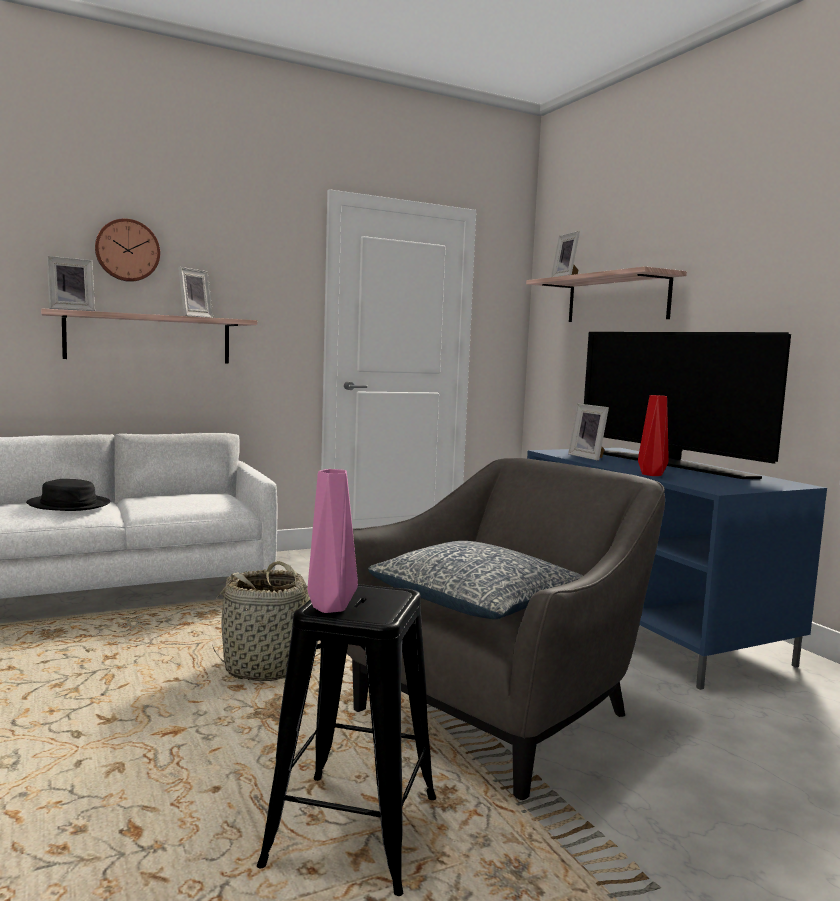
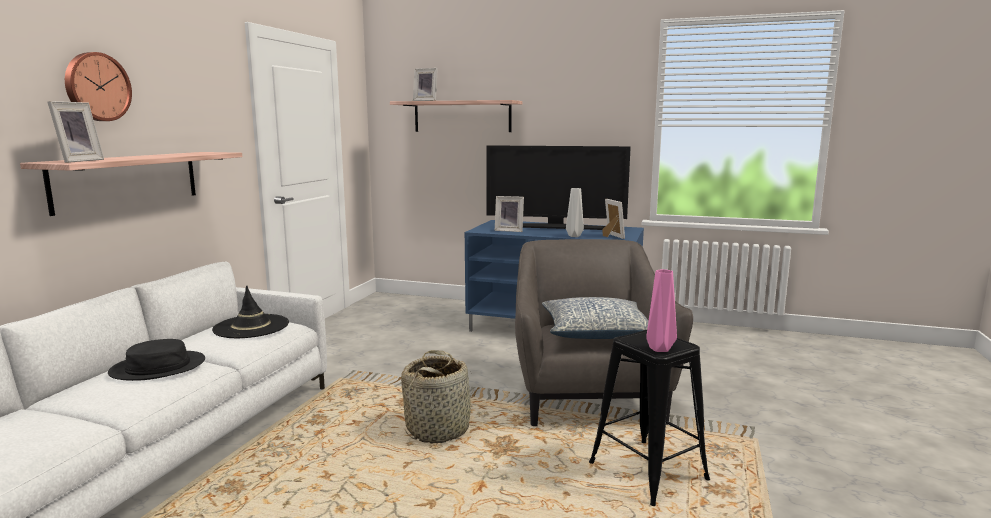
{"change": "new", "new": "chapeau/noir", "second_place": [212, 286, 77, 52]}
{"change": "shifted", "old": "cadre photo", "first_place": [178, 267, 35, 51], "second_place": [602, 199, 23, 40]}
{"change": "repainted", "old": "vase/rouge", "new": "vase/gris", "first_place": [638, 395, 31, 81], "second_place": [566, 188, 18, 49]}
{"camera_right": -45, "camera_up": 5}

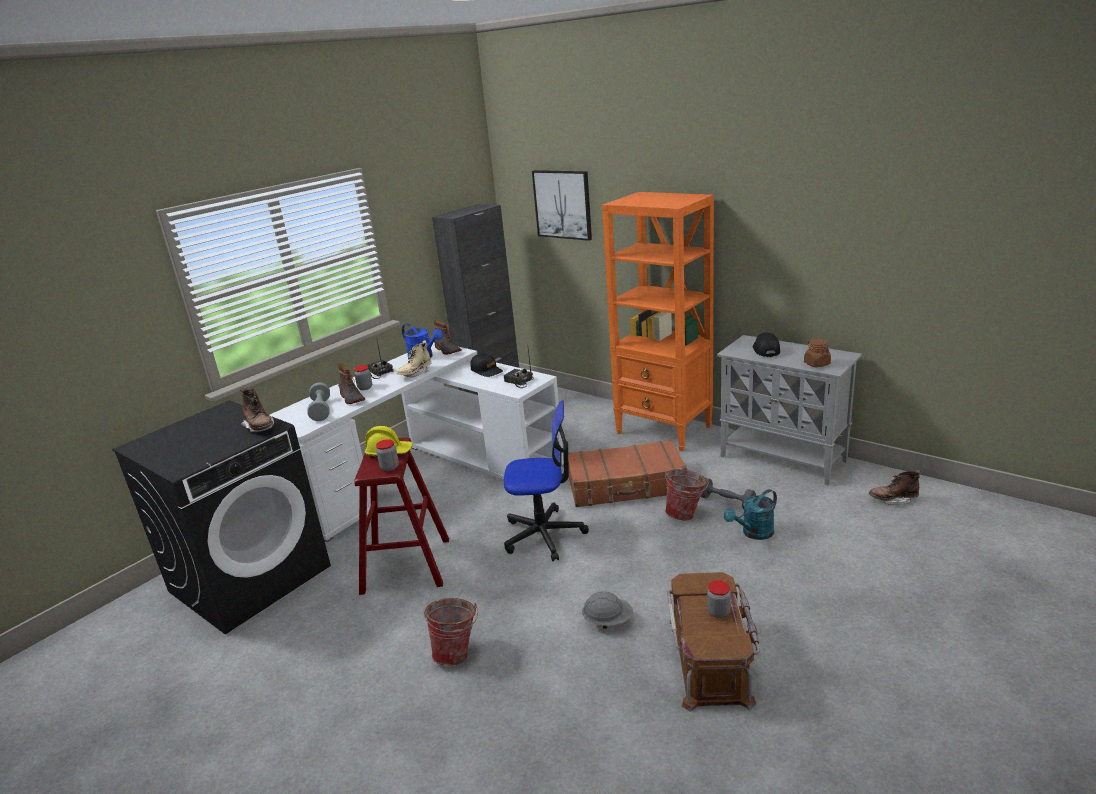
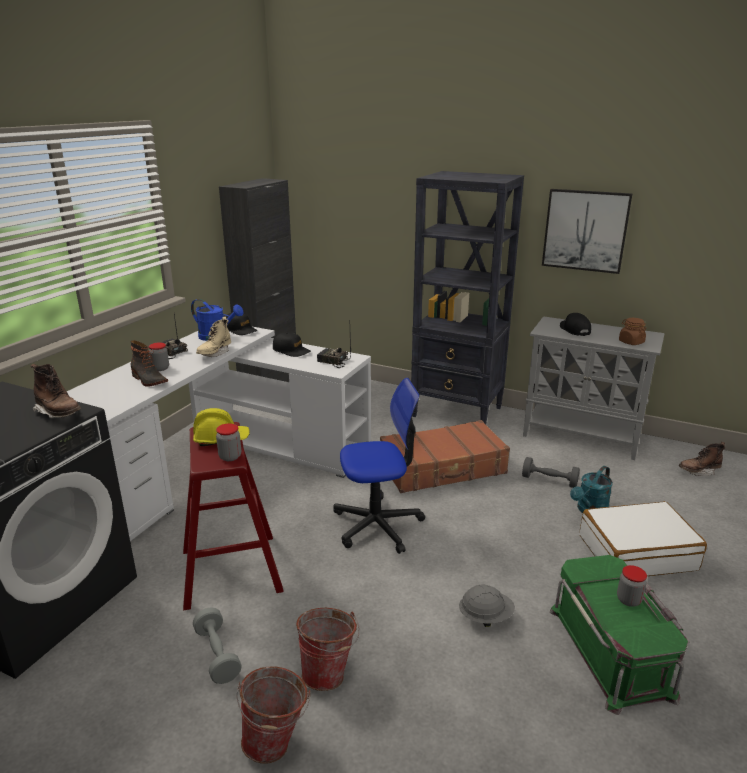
{"change": "new", "new": "valise/blanc", "second_place": [580, 501, 127, 75]}
{"change": "shifted", "old": "haltère/gris", "first_place": [307, 383, 23, 38], "second_place": [193, 607, 49, 77]}
{"change": "shifted", "old": "tableau", "first_place": [532, 170, 60, 71], "second_place": [542, 189, 90, 85]}
{"change": "shifted", "old": "seau", "first_place": [665, 469, 44, 51], "second_place": [237, 666, 73, 98]}
{"change": "swapped", "old": "botte", "new": "casquette/noir", "first_place": [434, 320, 28, 35], "second_place": [225, 312, 32, 23]}
{"change": "repainted", "old": "bibliothèque/orange", "new": "bibliothèque/noir", "first_place": [602, 192, 112, 259], "second_place": [411, 171, 113, 255]}
{"change": "repainted", "old": "boîte de rangement/marron", "new": "boîte de rangement/vert", "first_place": [667, 572, 93, 140], "second_place": [550, 555, 140, 160]}
{"camera_right": -15, "camera_up": 0}

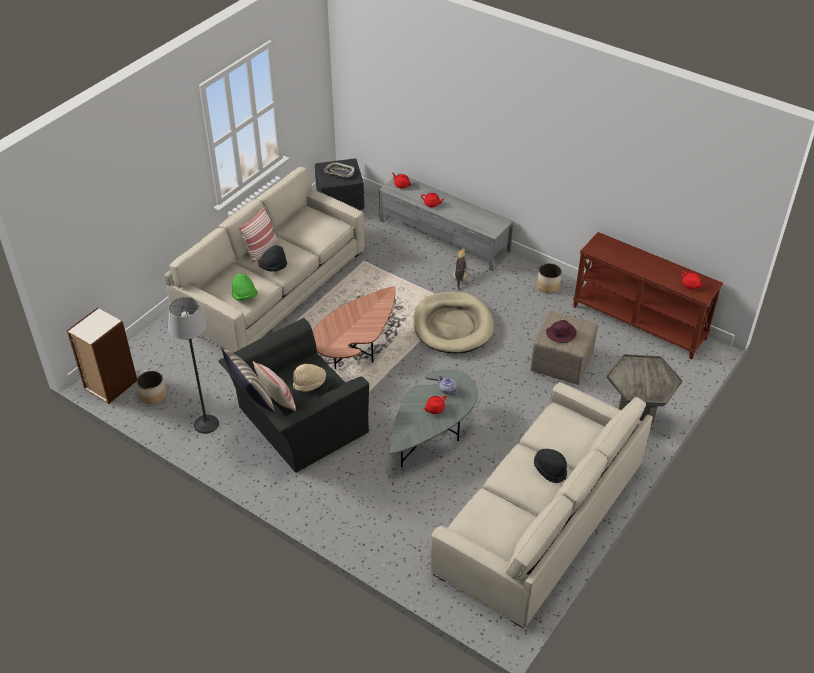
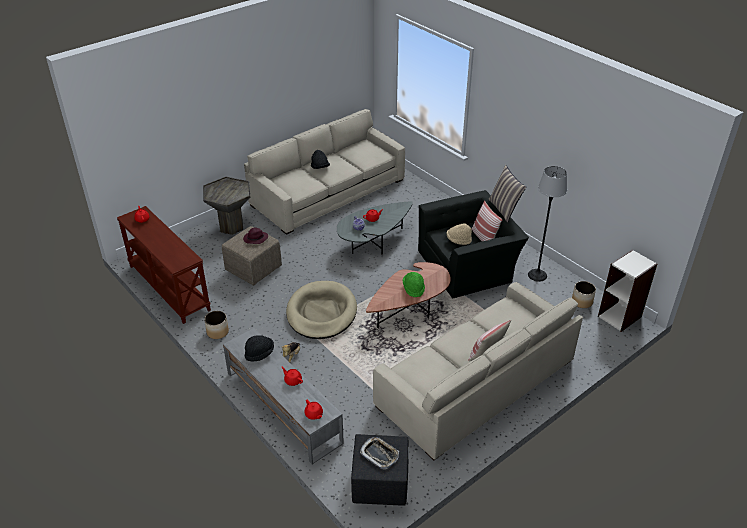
{"change": "shifted", "old": "chapeau/vert", "first_place": [232, 273, 26, 28], "second_place": [403, 272, 22, 25]}
{"change": "shifted", "old": "chapeau/noir", "first_place": [258, 245, 29, 27], "second_place": [245, 336, 29, 26]}
{"camera_right": -165, "camera_up": -5}

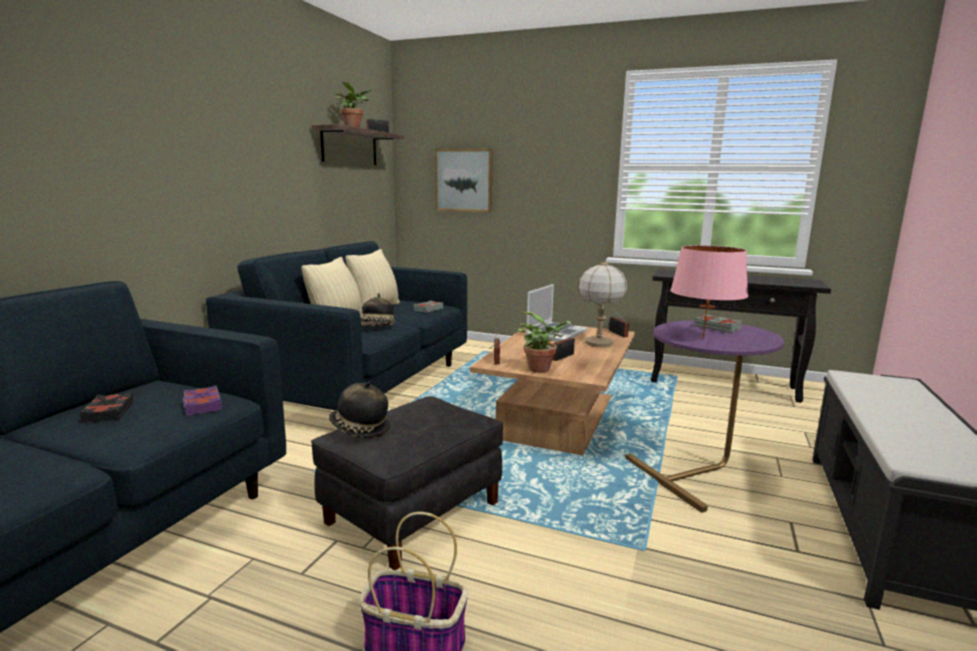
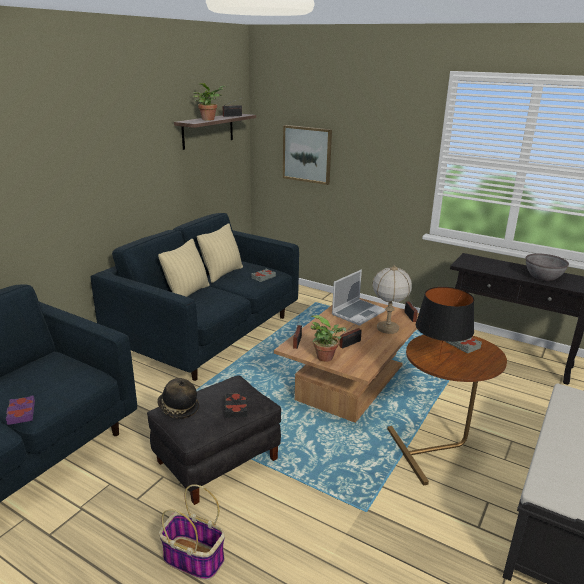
{"change": "gone", "old": "chapeau", "first_place": [361, 293, 36, 33]}
{"change": "new", "new": "bol/gris", "second_place": [526, 254, 43, 27]}
{"change": "shifted", "old": "livre/noir", "first_place": [79, 392, 55, 31], "second_place": [224, 392, 24, 26]}
{"change": "shifted", "old": "livre/violet", "first_place": [183, 385, 39, 30], "second_place": [6, 395, 29, 30]}
{"change": "repainted", "old": "table d'appoint/violet", "new": "table d'appoint/marron", "first_place": [625, 320, 159, 193], "second_place": [387, 335, 120, 151]}
{"change": "repainted", "old": "lampe de table/rose", "new": "lampe de table/noir", "first_place": [670, 245, 78, 94], "second_place": [416, 287, 58, 73]}
{"camera_right": 10, "camera_up": 10}

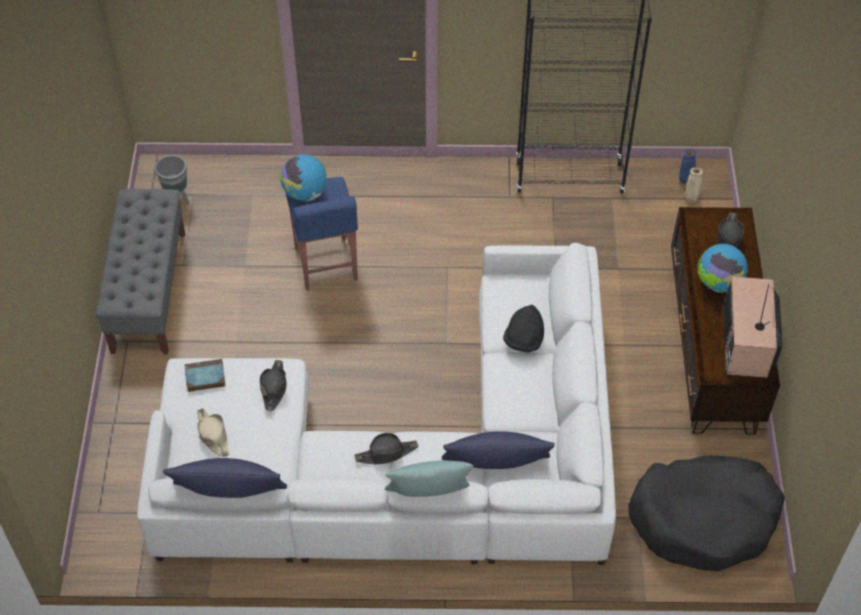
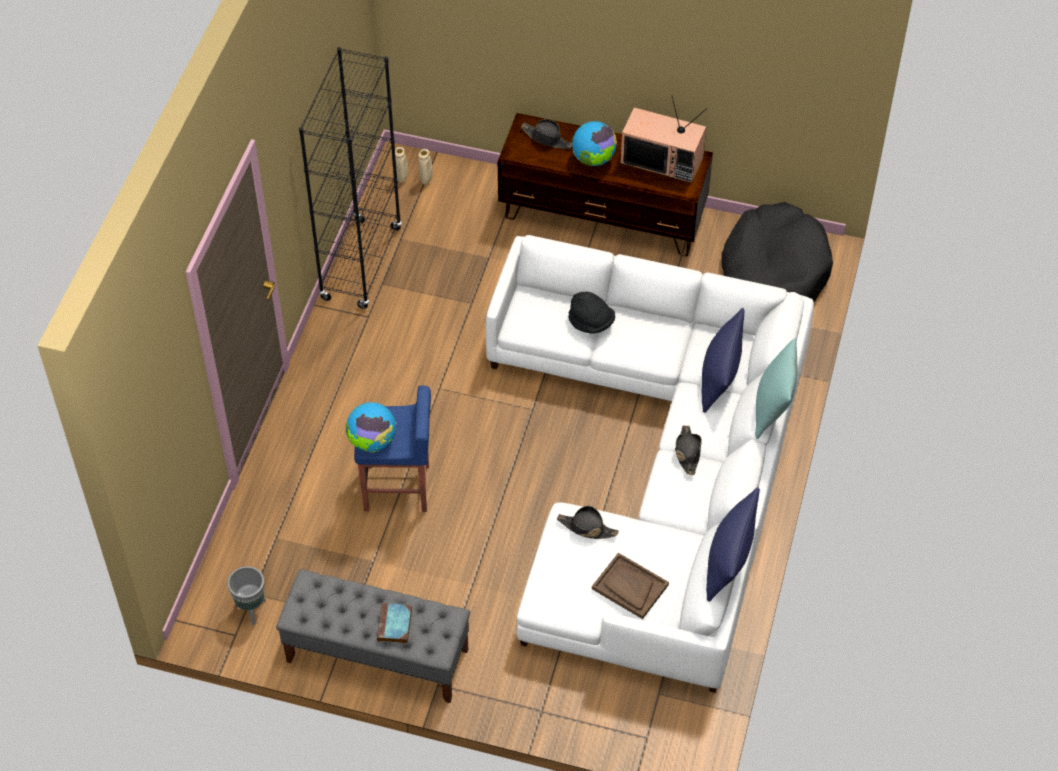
{"change": "shifted", "old": "livre", "first_place": [184, 359, 42, 33], "second_place": [377, 603, 35, 41]}
{"change": "swapped", "old": "chapeau/beige", "new": "plateau/marron", "first_place": [197, 408, 32, 49], "second_place": [592, 553, 77, 66]}
{"change": "repainted", "old": "vase/bleu", "new": "vase/beige", "first_place": [679, 150, 17, 34], "second_place": [395, 147, 13, 36]}
{"camera_right": -75, "camera_up": 0}

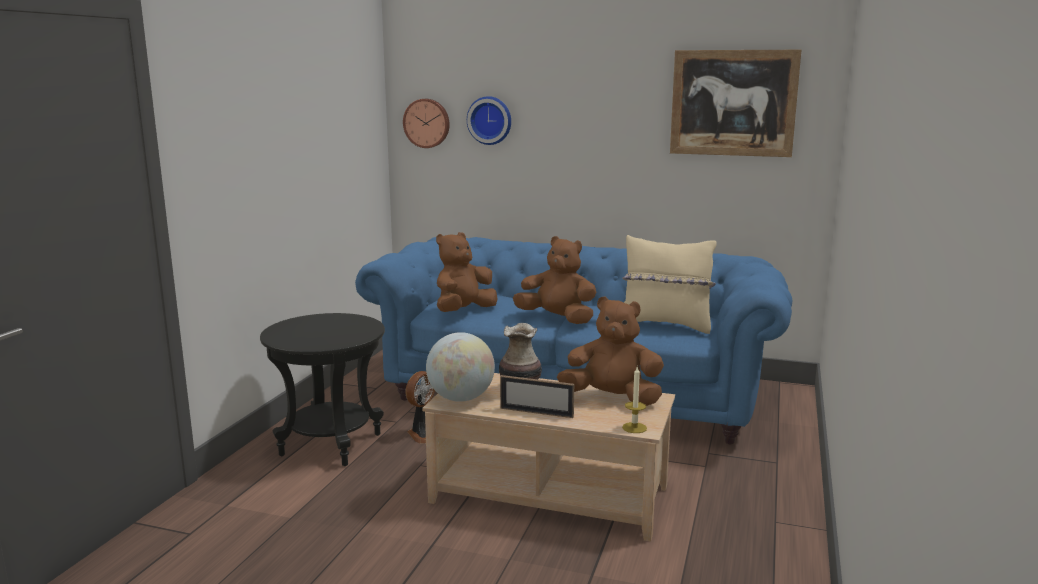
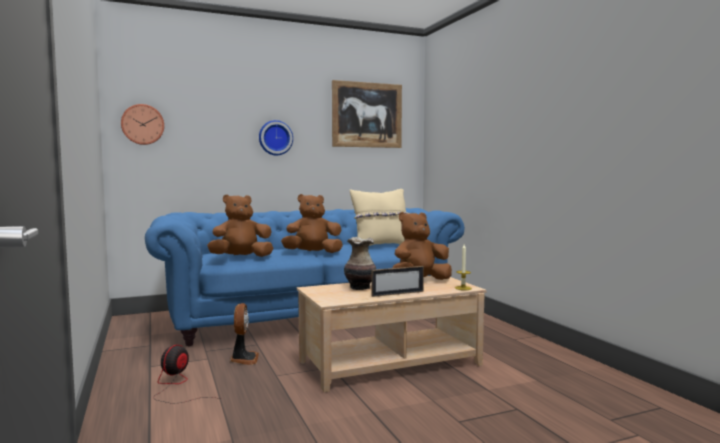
{"change": "gone", "old": "globe", "first_place": [426, 332, 69, 70]}
{"change": "shifted", "old": "horloge murale", "first_place": [467, 96, 44, 49], "second_place": [259, 120, 34, 35]}
{"change": "swapped", "old": "table d'appoint/noir", "new": "ventilateur", "first_place": [260, 313, 125, 153], "second_place": [155, 345, 65, 59]}
{"change": "rotated", "old": "peluche/marron", "first_place": [436, 232, 62, 80], "second_place": [207, 194, 66, 63], "degrees": 60}
{"camera_right": -40, "camera_up": -10}

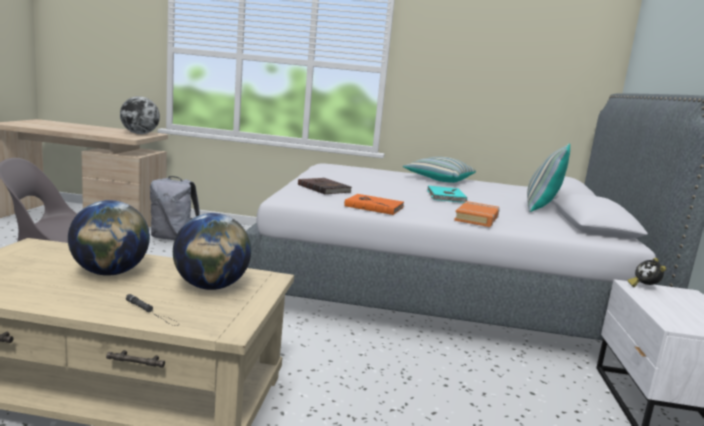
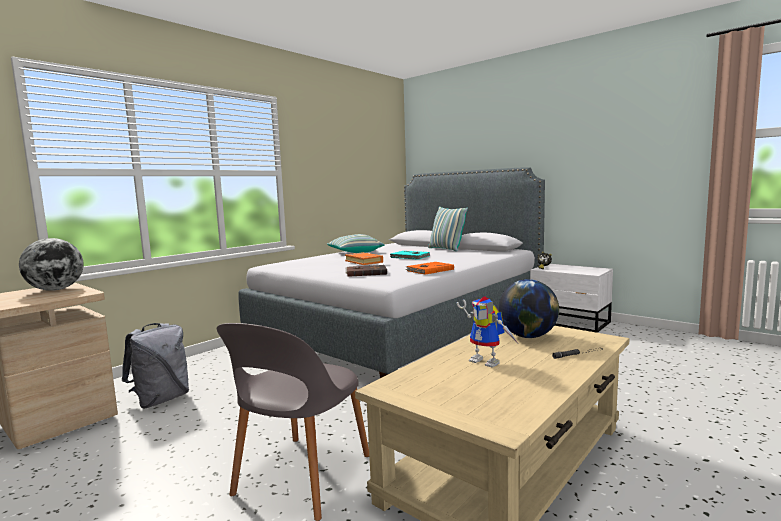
{"change": "shifted", "old": "livre/orange", "first_place": [454, 201, 46, 26], "second_place": [345, 252, 38, 13]}
{"change": "swapped", "old": "globe", "new": "robot jouet", "first_place": [68, 200, 82, 76], "second_place": [457, 296, 61, 72]}
{"camera_right": -55, "camera_up": -5}

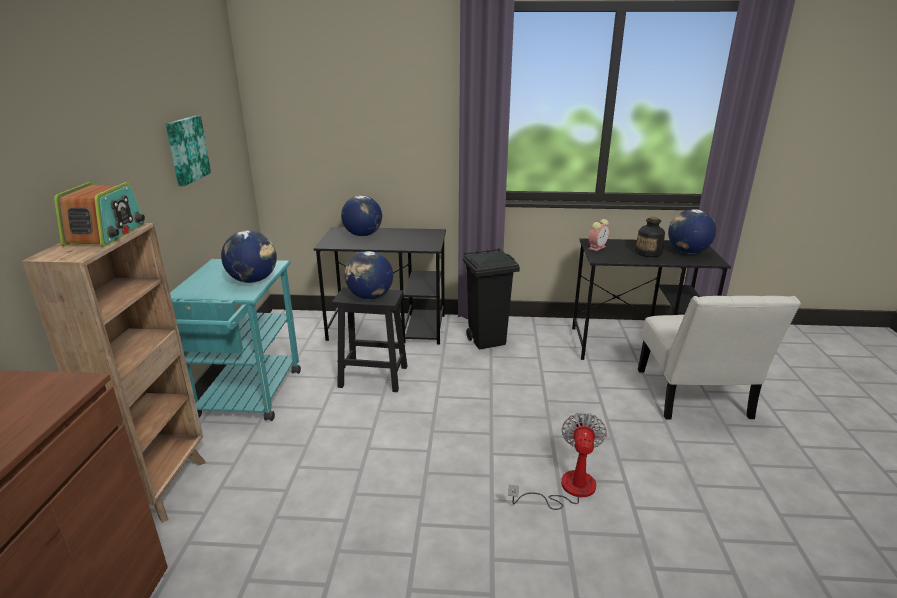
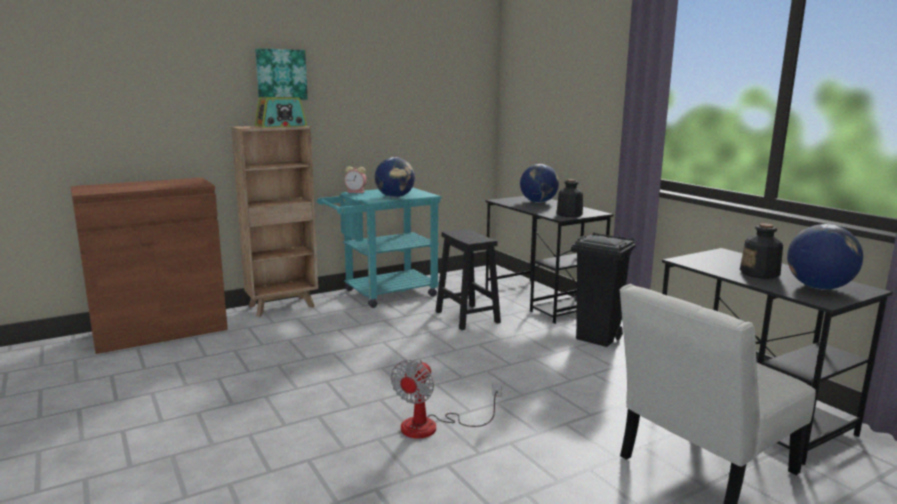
{"change": "gone", "old": "globe", "first_place": [345, 251, 48, 49]}
{"change": "new", "new": "bouteille", "second_place": [557, 179, 26, 38]}
{"change": "shifted", "old": "tableau", "first_place": [166, 116, 45, 70], "second_place": [255, 48, 53, 52]}
{"change": "shifted", "old": "réveil", "first_place": [589, 219, 20, 32], "second_place": [344, 166, 23, 27]}
{"change": "rotated", "old": "ventilateur", "first_place": [508, 413, 99, 97], "second_place": [391, 360, 111, 78], "degrees": 135}
{"camera_right": 55, "camera_up": -10}

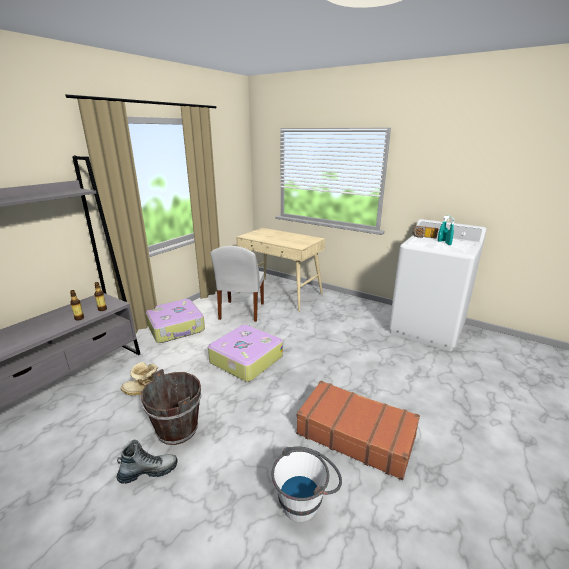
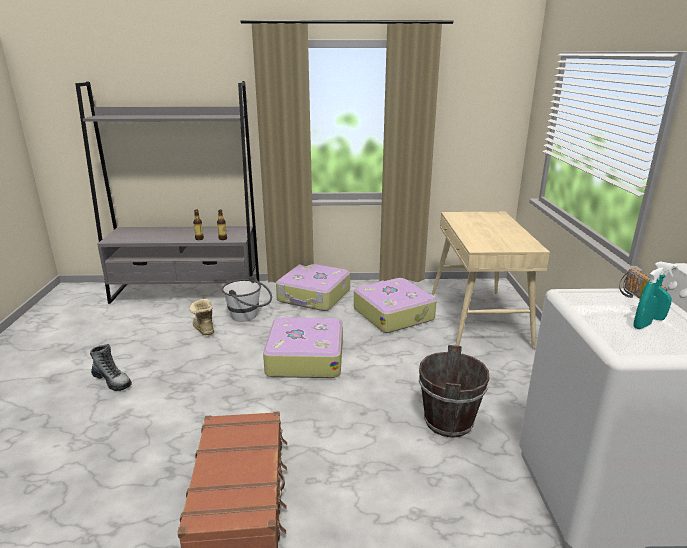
{"change": "shifted", "old": "seau/marron", "first_place": [141, 369, 60, 76], "second_place": [419, 345, 70, 93]}
{"change": "shifted", "old": "seau/blanc", "first_place": [271, 446, 71, 76], "second_place": [222, 276, 50, 46]}
{"change": "swapped", "old": "chaise/blanc", "new": "valise", "first_place": [211, 246, 53, 76], "second_place": [354, 278, 82, 55]}
{"camera_right": 55, "camera_up": 0}

